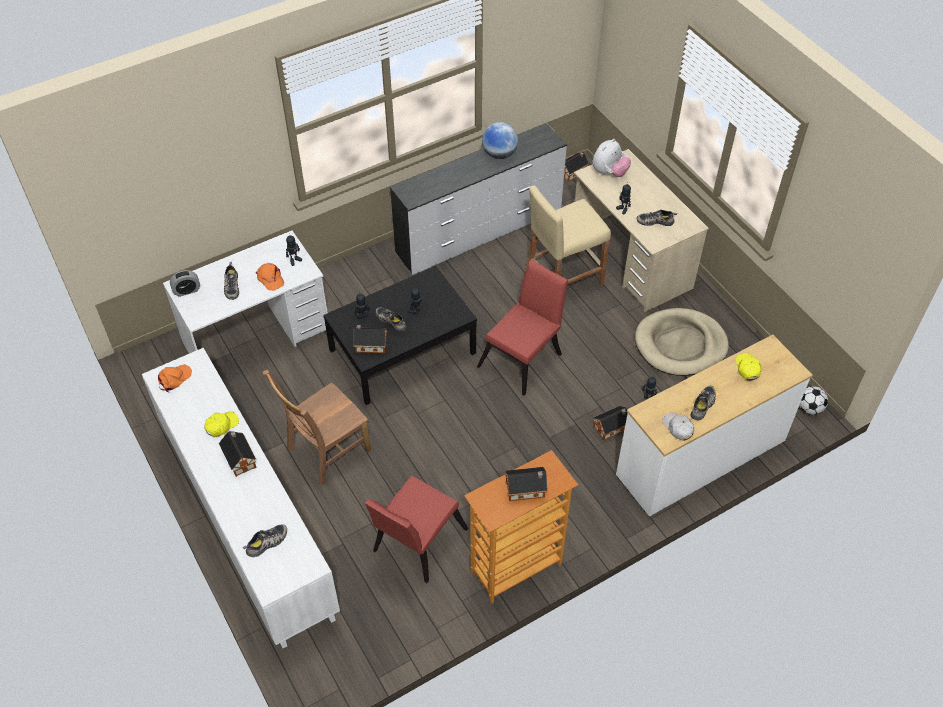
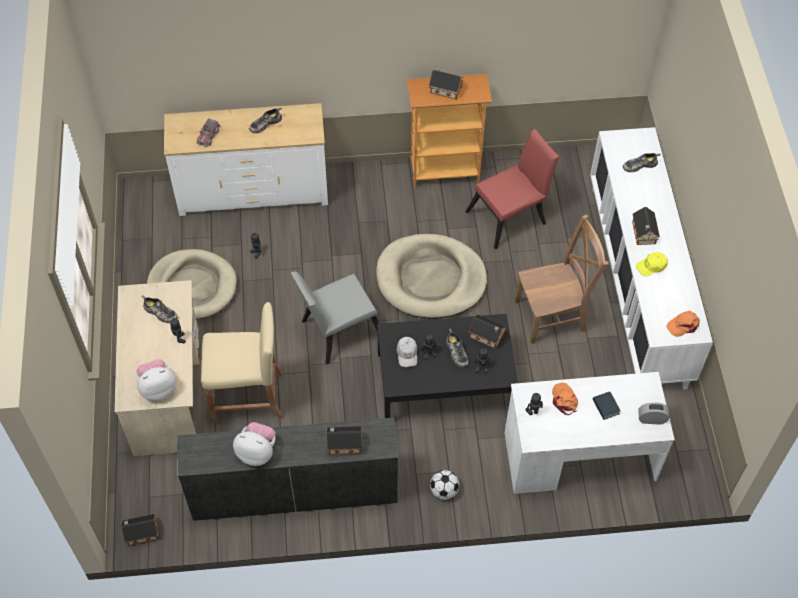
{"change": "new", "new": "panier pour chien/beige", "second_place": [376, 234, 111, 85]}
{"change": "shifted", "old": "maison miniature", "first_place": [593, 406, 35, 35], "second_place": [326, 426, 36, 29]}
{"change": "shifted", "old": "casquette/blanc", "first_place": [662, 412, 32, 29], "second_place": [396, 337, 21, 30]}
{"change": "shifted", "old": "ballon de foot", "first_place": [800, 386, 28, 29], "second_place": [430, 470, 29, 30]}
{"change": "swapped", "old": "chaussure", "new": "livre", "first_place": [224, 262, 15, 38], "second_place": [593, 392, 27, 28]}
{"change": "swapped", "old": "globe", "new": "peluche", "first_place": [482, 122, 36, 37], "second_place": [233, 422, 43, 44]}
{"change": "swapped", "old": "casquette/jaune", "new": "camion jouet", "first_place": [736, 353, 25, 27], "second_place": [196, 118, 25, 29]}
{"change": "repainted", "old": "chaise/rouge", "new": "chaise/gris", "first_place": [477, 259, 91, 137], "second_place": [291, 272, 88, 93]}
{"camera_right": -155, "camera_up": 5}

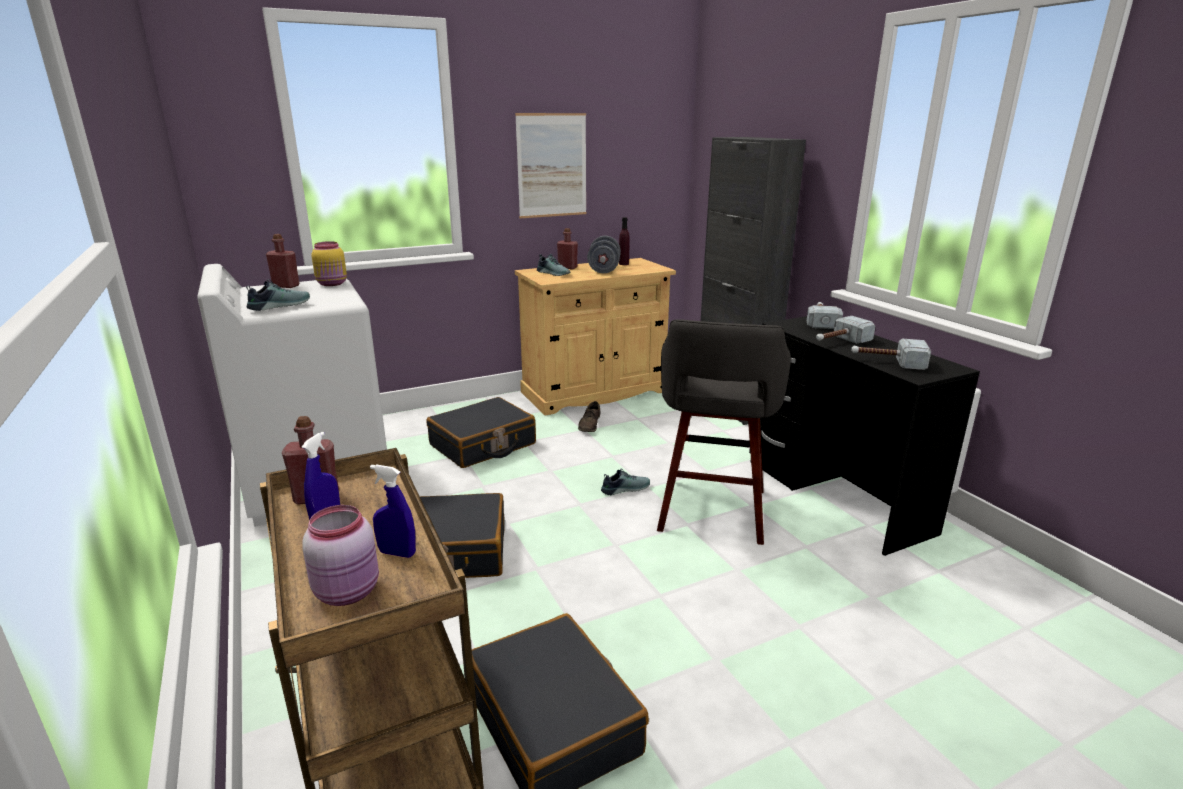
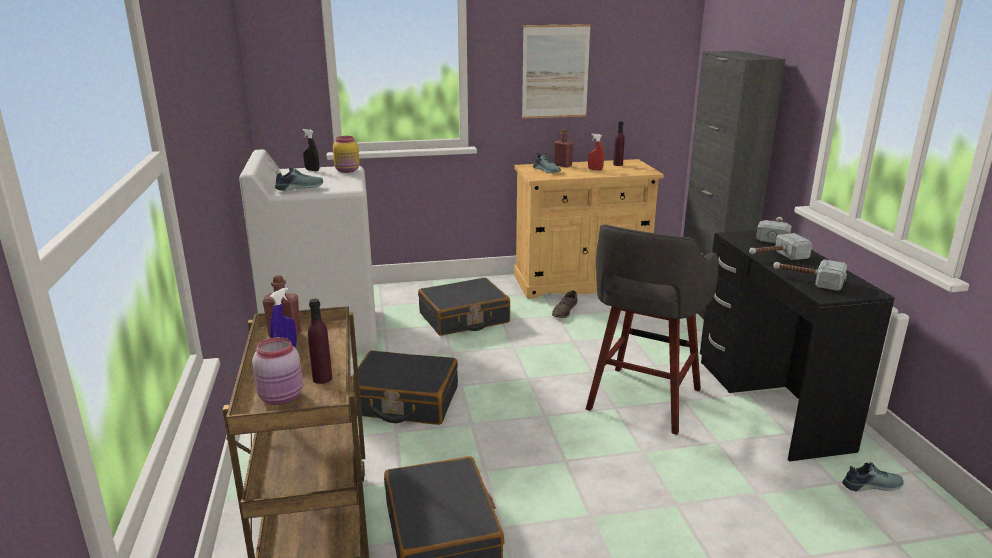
{"change": "shifted", "old": "chaussure", "first_place": [601, 469, 49, 26], "second_place": [842, 462, 61, 30]}
{"change": "swapped", "old": "bouteille/rouge", "new": "vaporisateur/noir", "first_place": [266, 234, 34, 54], "second_place": [303, 129, 16, 42]}
{"change": "swapped", "old": "vaporisateur/bleu", "new": "bouteille/violet", "first_place": [370, 464, 46, 94], "second_place": [308, 299, 24, 85]}
{"change": "swapped", "old": "haltère/gris", "new": "vaporisateur/rouge", "first_place": [587, 236, 34, 37], "second_place": [588, 133, 16, 37]}
{"camera_right": 15, "camera_up": 0}

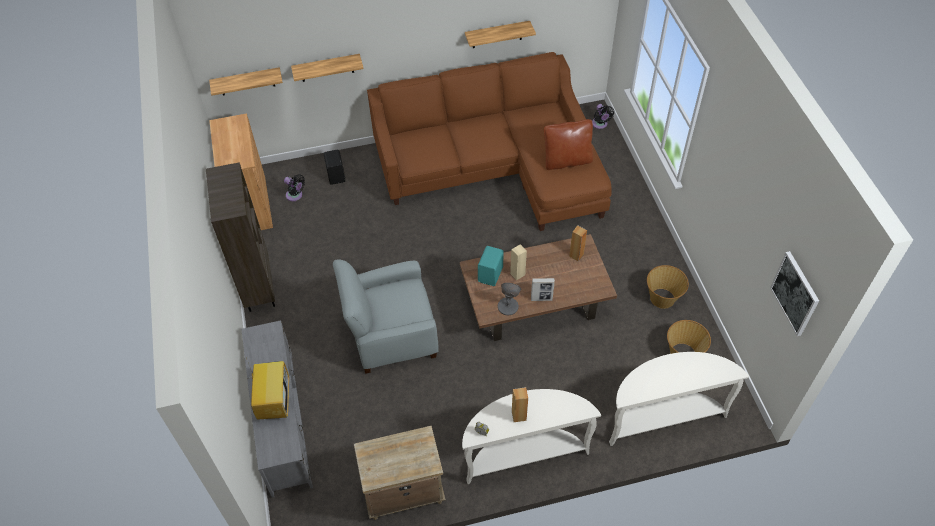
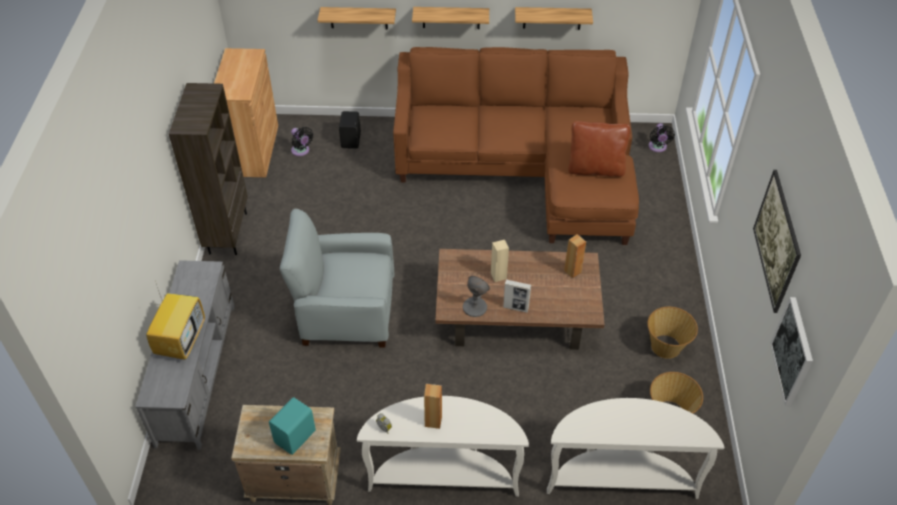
{"change": "new", "new": "tableau", "second_place": [753, 170, 48, 143]}
{"change": "shifted", "old": "étagère", "first_place": [209, 67, 74, 29], "second_place": [412, 7, 77, 22]}
{"change": "shifted", "old": "enceinte/turquoise", "first_place": [478, 246, 26, 40], "second_place": [269, 397, 47, 58]}
{"camera_right": 15, "camera_up": -5}

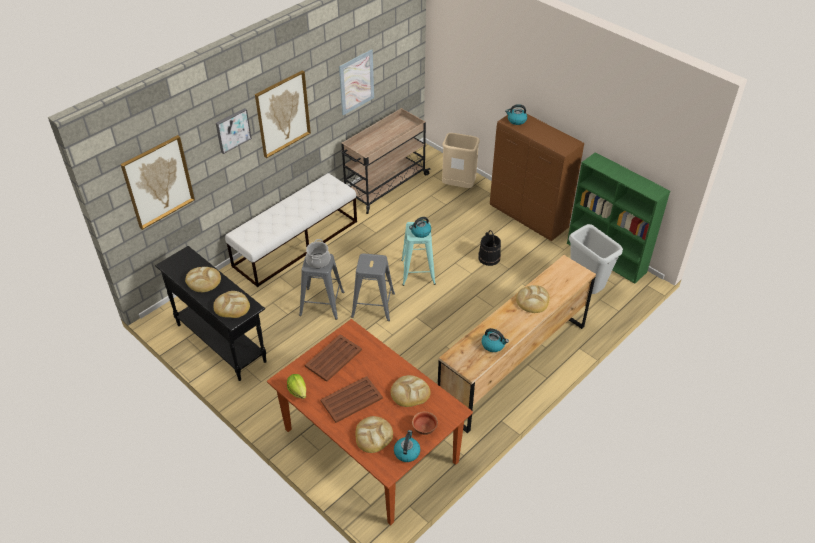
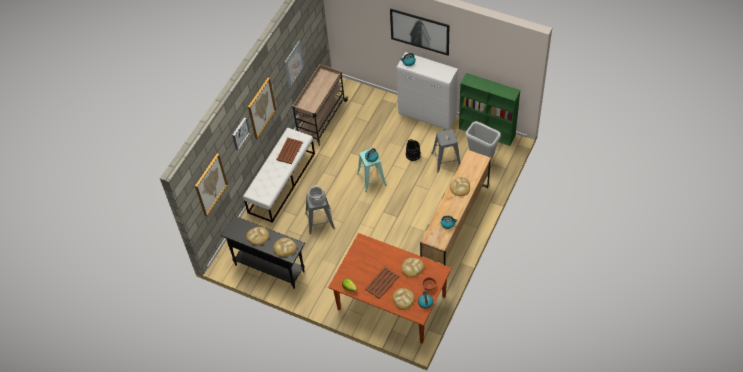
{"change": "gone", "old": "poubelle/beige", "first_place": [442, 133, 38, 55]}
{"change": "new", "new": "tableau", "second_place": [390, 8, 59, 48]}
{"change": "shifted", "old": "plateau/marron", "first_place": [305, 334, 57, 48], "second_place": [276, 138, 27, 26]}
{"change": "shifted", "old": "tabouret/gris", "first_place": [351, 253, 44, 68], "second_place": [431, 129, 30, 43]}
{"change": "repainted", "old": "meuble de rangement/marron", "new": "meuble de rangement/blanc", "first_place": [490, 114, 94, 127], "second_place": [397, 52, 61, 78]}
{"camera_right": -15, "camera_up": 10}

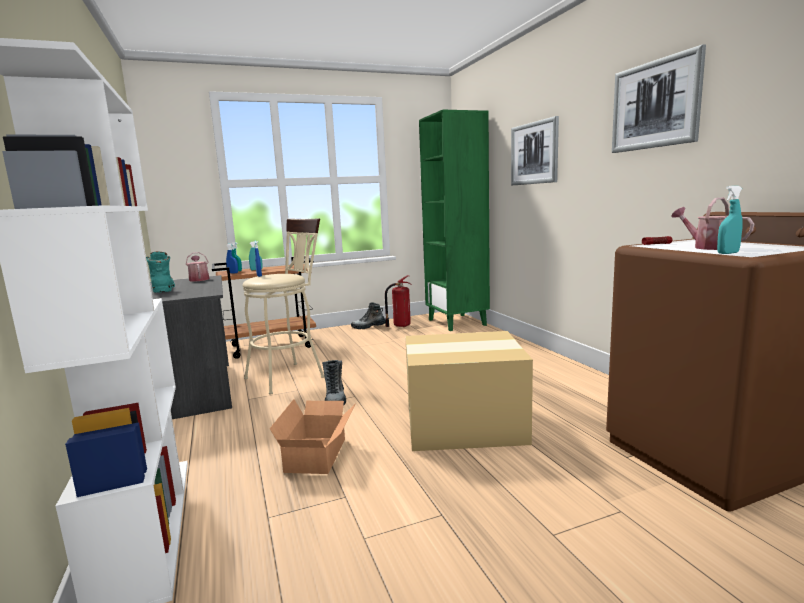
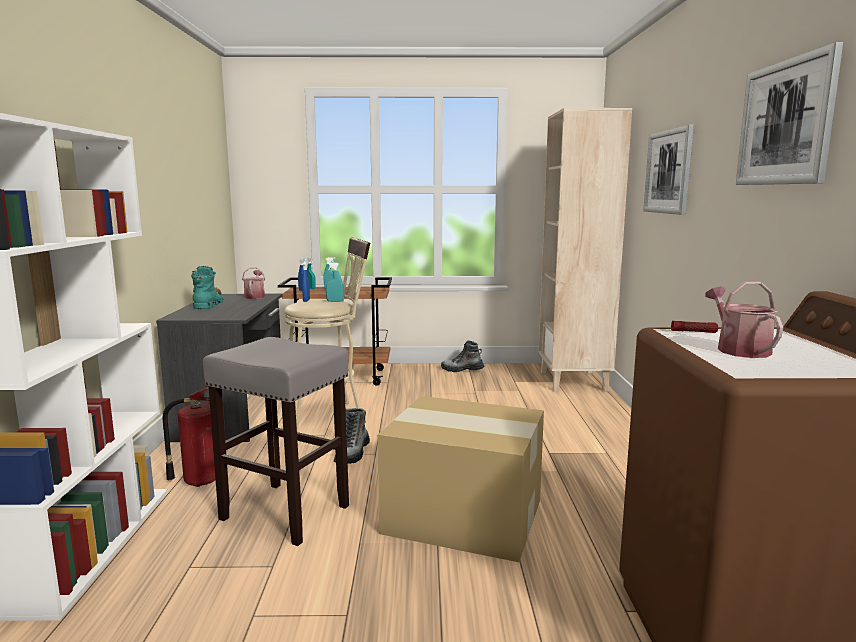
{"change": "shifted", "old": "extincteur", "first_place": [385, 275, 27, 52], "second_place": [163, 387, 53, 100]}
{"change": "shifted", "old": "vaporisateur/turquoise", "first_place": [717, 186, 26, 68], "second_place": [326, 262, 17, 40]}
{"change": "swapped", "old": "carton", "new": "tabouret/gris", "first_place": [269, 399, 87, 75], "second_place": [203, 337, 146, 209]}
{"change": "repainted", "old": "bibliothèque/vert", "new": "bibliothèque/beige", "first_place": [419, 110, 71, 221], "second_place": [539, 108, 93, 284]}
{"camera_right": 20, "camera_up": 0}

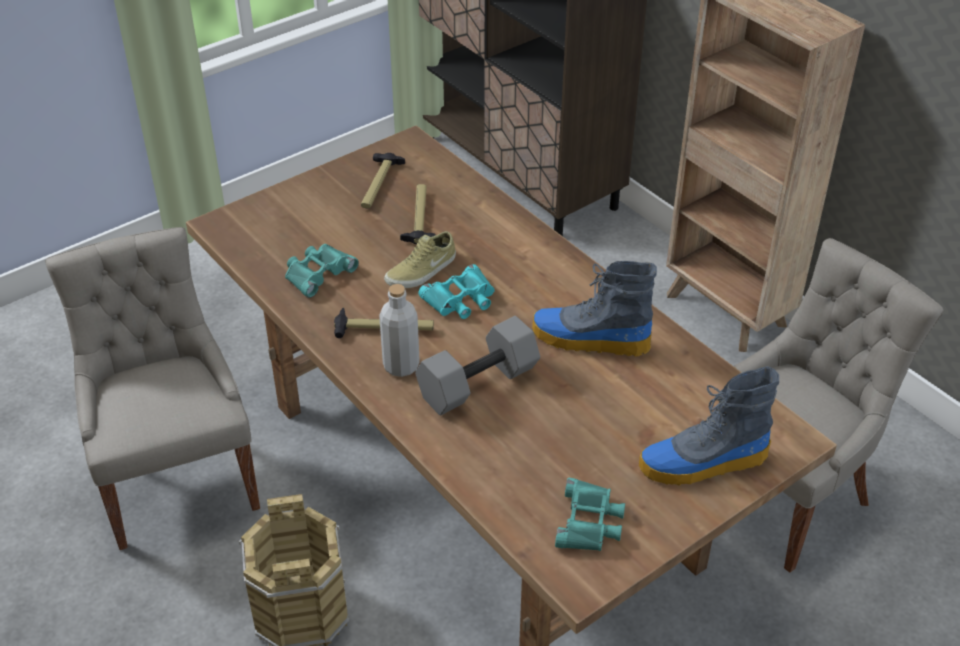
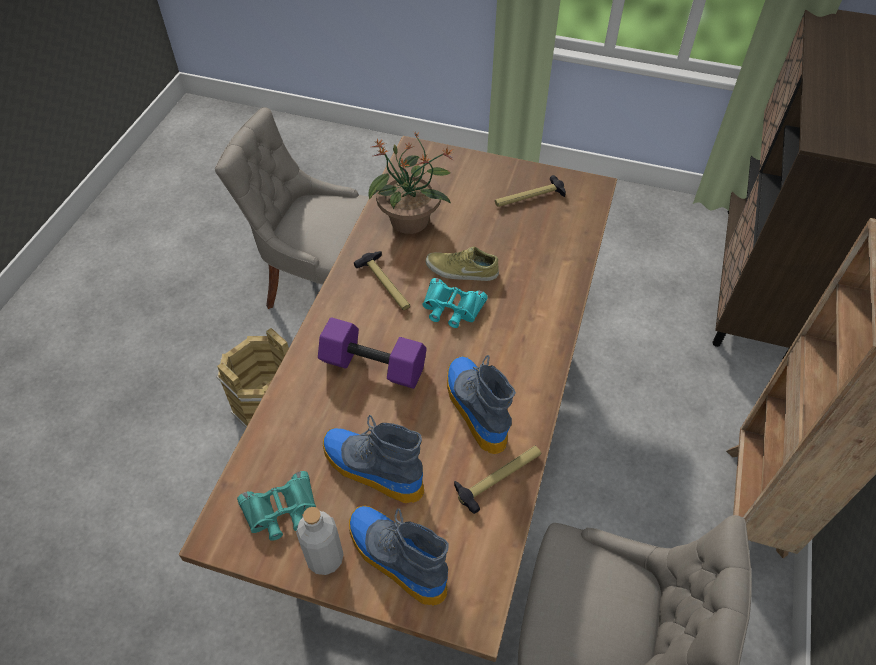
{"change": "new", "new": "botte", "second_place": [323, 415, 101, 88]}
{"change": "shifted", "old": "bouteille/gris", "first_place": [379, 284, 41, 93], "second_place": [296, 507, 48, 68]}
{"change": "shifted", "old": "marteau", "first_place": [400, 184, 35, 60], "second_place": [454, 446, 87, 68]}
{"change": "swapped", "old": "jumelles/turquoise", "new": "plante en pot", "first_place": [285, 244, 74, 54], "second_place": [368, 132, 86, 102]}
{"change": "repainted", "old": "haltère/gris", "new": "haltère/violet", "first_place": [415, 316, 125, 99], "second_place": [318, 317, 109, 72]}
{"change": "rotated", "old": "chaise/gris", "first_place": [45, 227, 215, 323], "second_place": [215, 107, 154, 202], "degrees": -105}
{"camera_right": 55, "camera_up": 10}

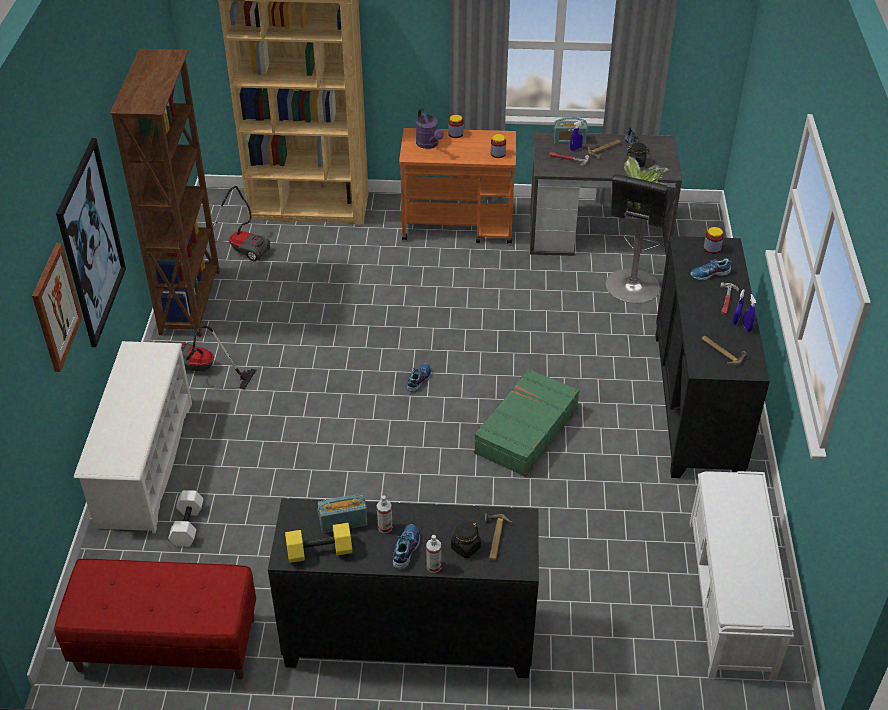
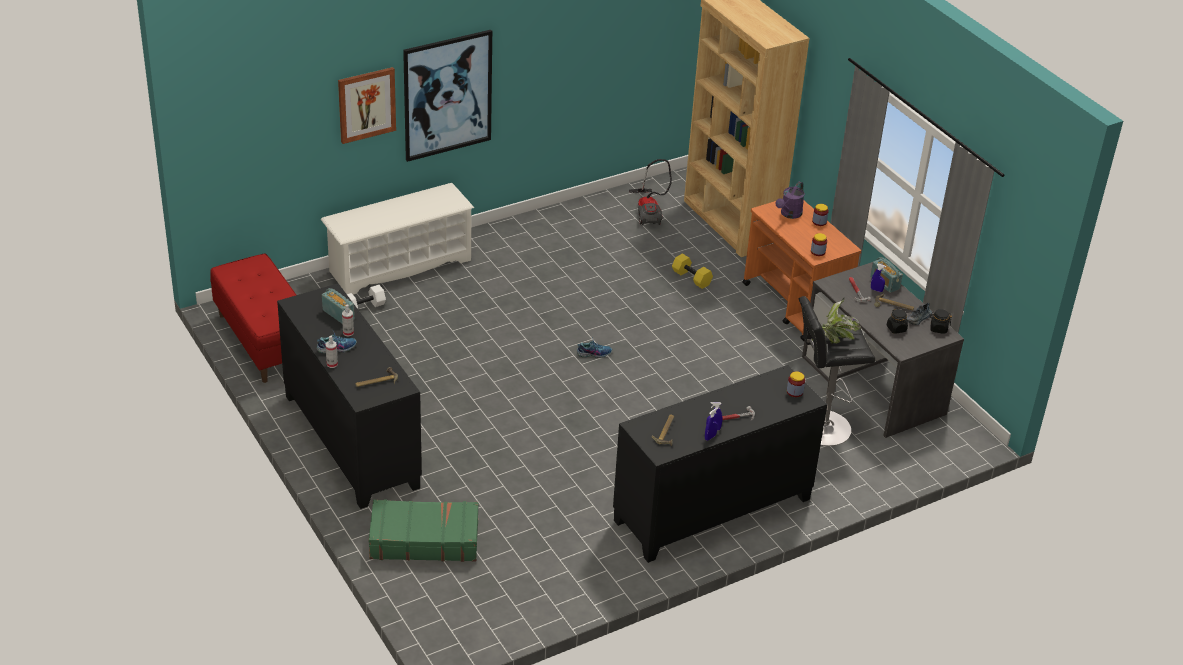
{"change": "gone", "old": "bibliothèque/marron", "first_place": [110, 49, 110, 288]}
{"change": "gone", "old": "aspirateur", "first_place": [181, 326, 75, 63]}
{"change": "gone", "old": "chaussure", "first_place": [690, 258, 42, 23]}
{"change": "gone", "old": "banc/blanc", "first_place": [690, 471, 104, 210]}
{"change": "shifted", "old": "haltère/jaune", "first_place": [285, 523, 67, 40], "second_place": [672, 254, 41, 35]}
{"change": "shifted", "old": "bocal/noir", "first_place": [451, 522, 30, 36], "second_place": [930, 309, 22, 25]}
{"change": "shifted", "old": "valise/vert", "first_place": [474, 368, 106, 109], "second_place": [369, 499, 109, 63]}
{"camera_right": 55, "camera_up": -5}

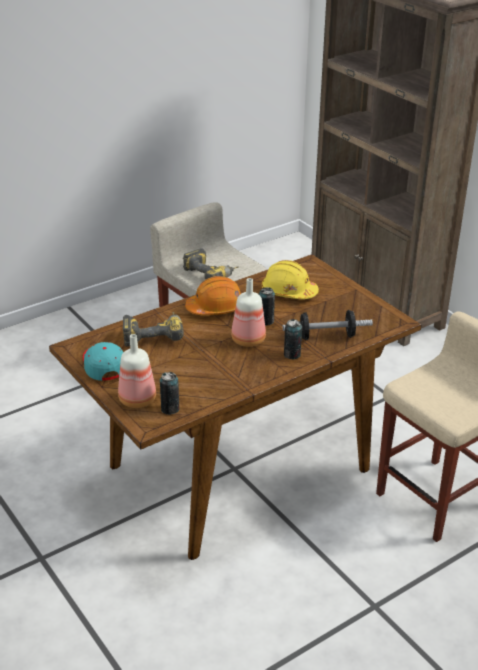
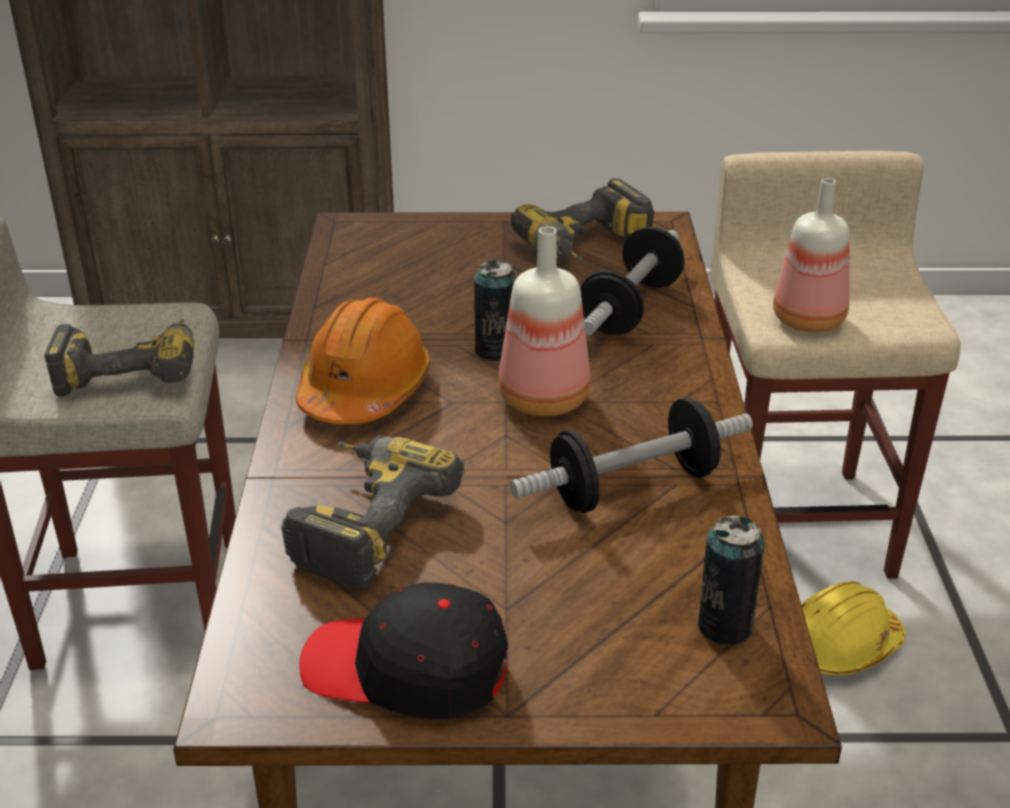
{"change": "gone", "old": "boîte métallique", "first_place": [284, 319, 18, 40]}
{"change": "new", "new": "haltère", "second_place": [510, 398, 243, 115]}
{"change": "new", "new": "perceuse", "second_place": [511, 178, 143, 83]}
{"change": "shifted", "old": "bouteille", "first_place": [118, 334, 38, 74], "second_place": [773, 178, 77, 154]}
{"change": "shifted", "old": "casque de chantier/jaune", "first_place": [261, 260, 58, 39], "second_place": [801, 581, 104, 94]}
{"change": "repainted", "old": "casquette/turquoise", "new": "casquette/noir", "first_place": [83, 342, 40, 39], "second_place": [299, 583, 209, 136]}
{"camera_right": -55, "camera_up": 0}

